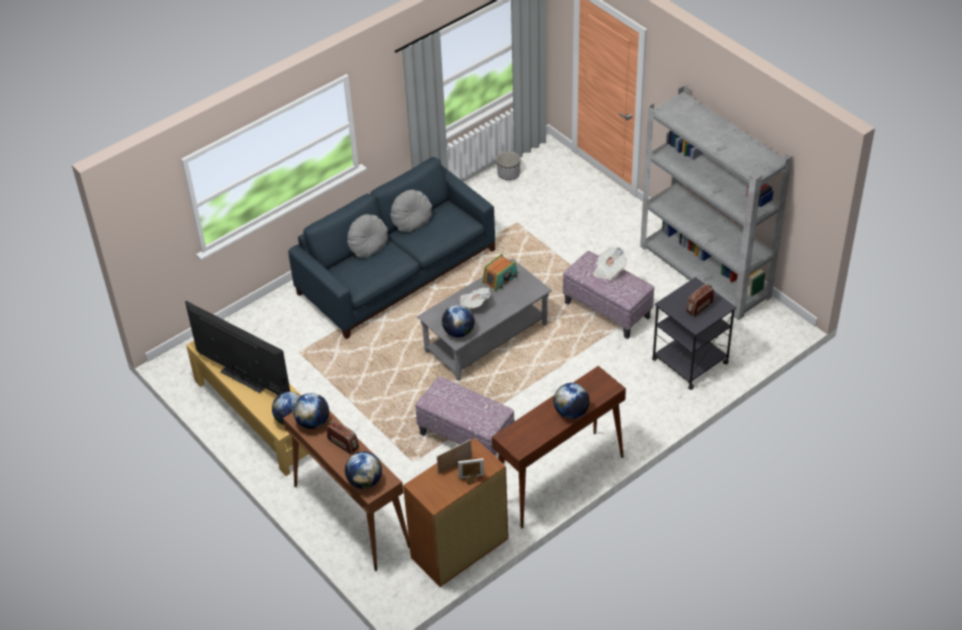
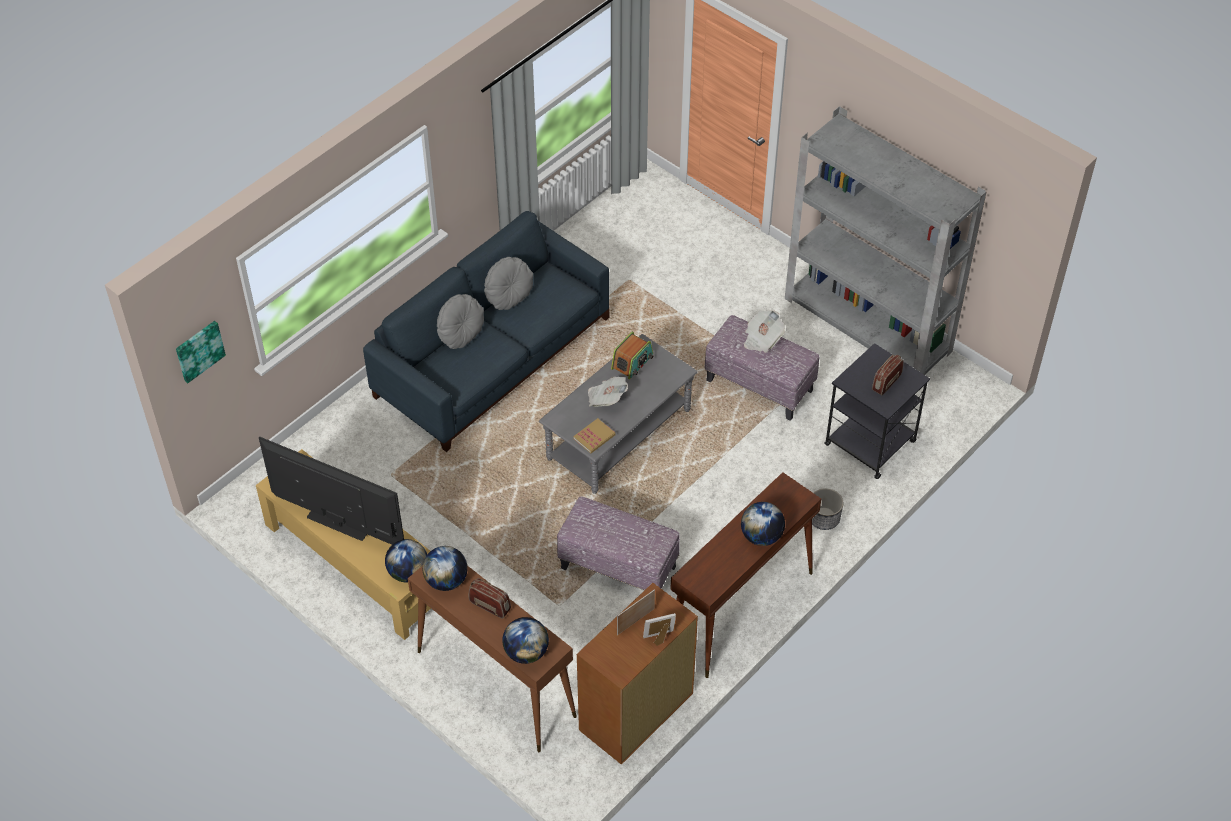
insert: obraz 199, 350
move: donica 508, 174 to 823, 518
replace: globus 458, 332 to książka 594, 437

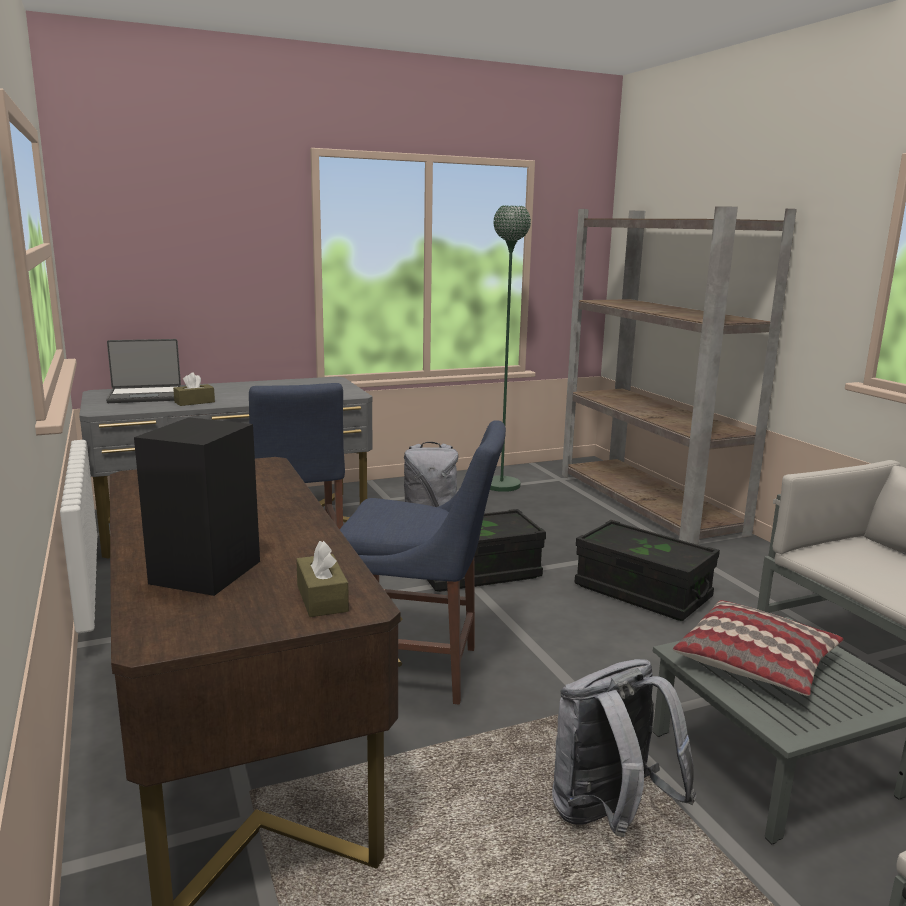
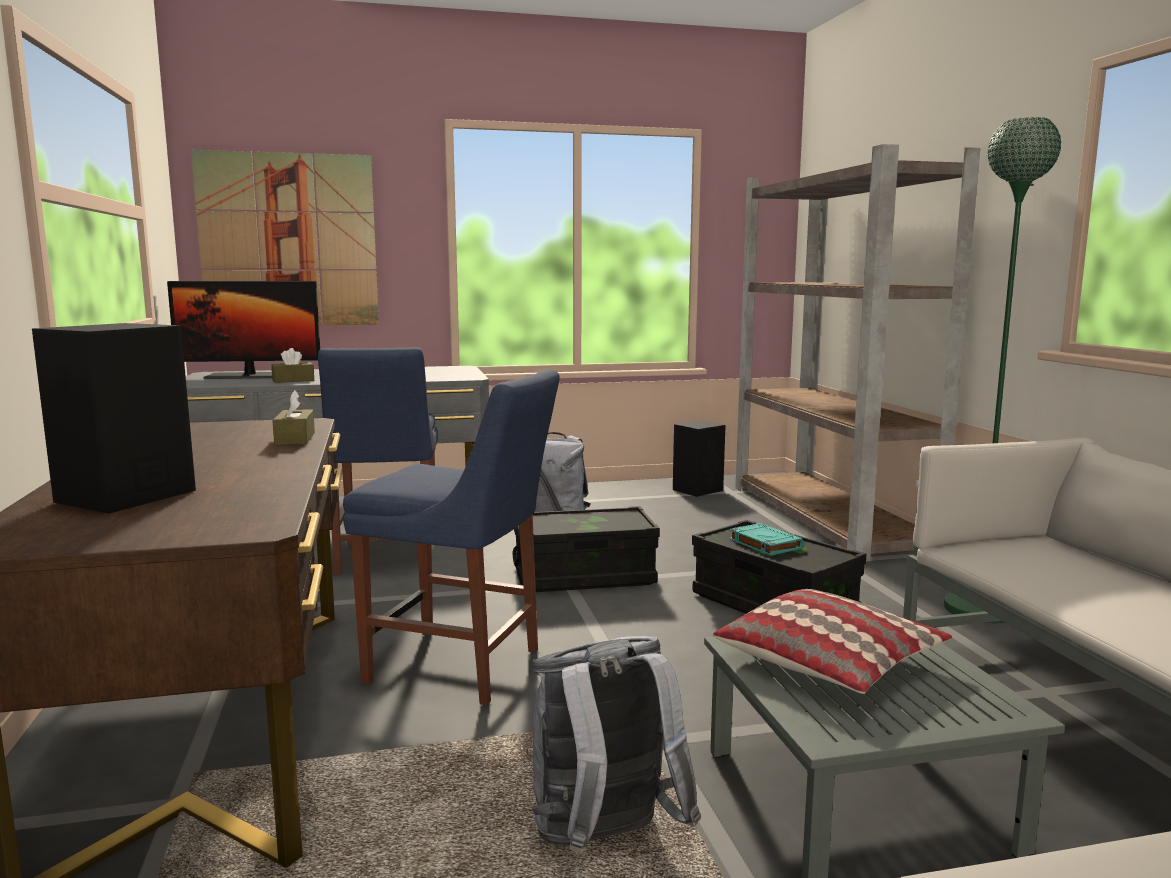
insert: obraz 288, 240; głośnik [czarny] 698, 490; książka [turkusowy] 764, 544
move: pudełko chusteczek [brązowy] 322, 598 to 295, 439; lampa stojąca [zielony] 502, 485 to 979, 610
replace: laptop 145, 396 to monitor 249, 376

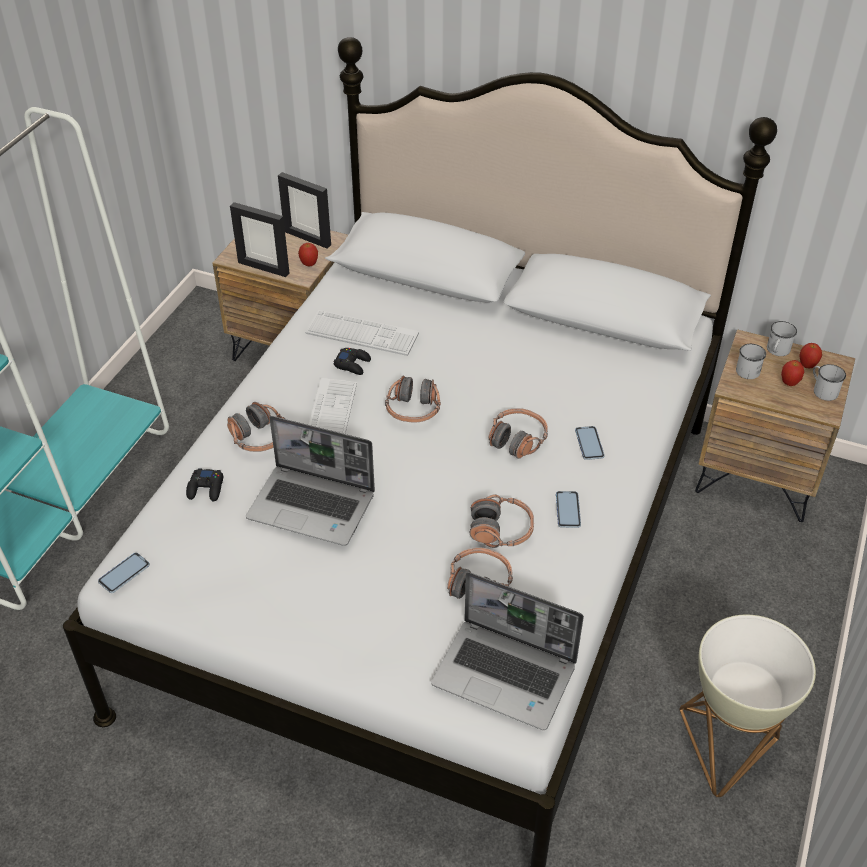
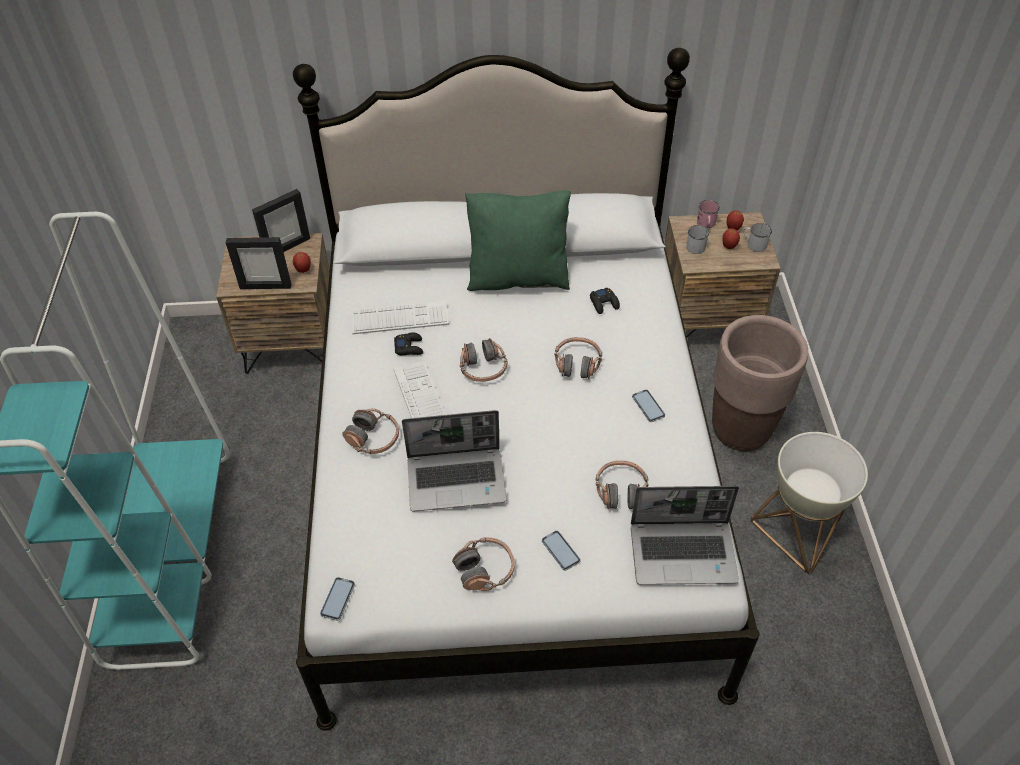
insert: poduszka [zielony] 518, 277; donica [brązowy] 741, 430
move: pad do gier [czarny] 206, 488 to 604, 303; słuchawki 501, 530 to 485, 570; telefon 589, 444 to 560, 551
recolor: kubek [biały] 777, 351 to kubek [różowy] 706, 224
rotate: ramka na zdjęcie 308, 237 = 287, 246 45 degrees counterclockwise

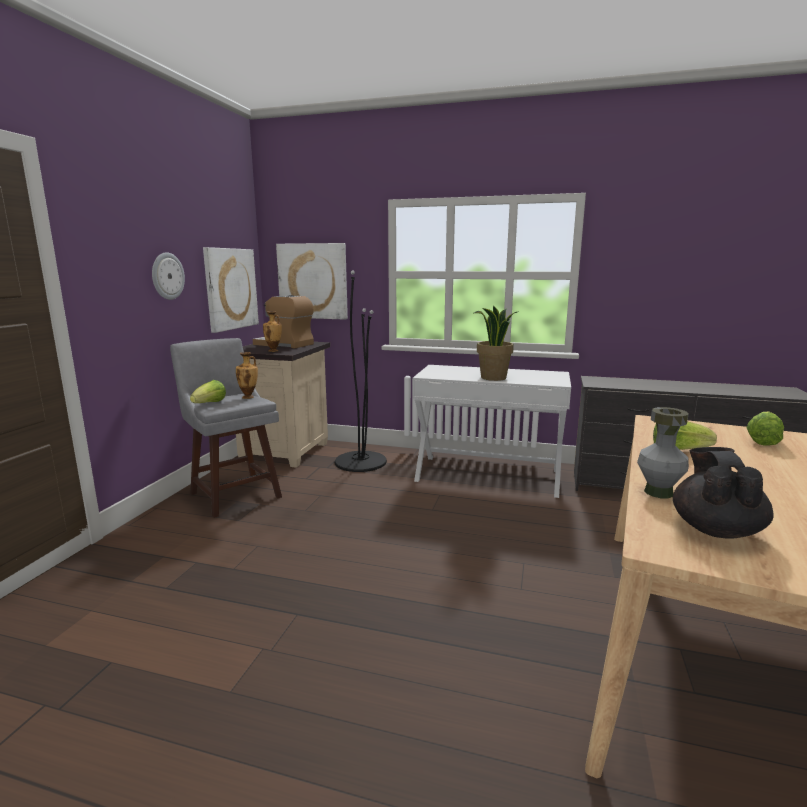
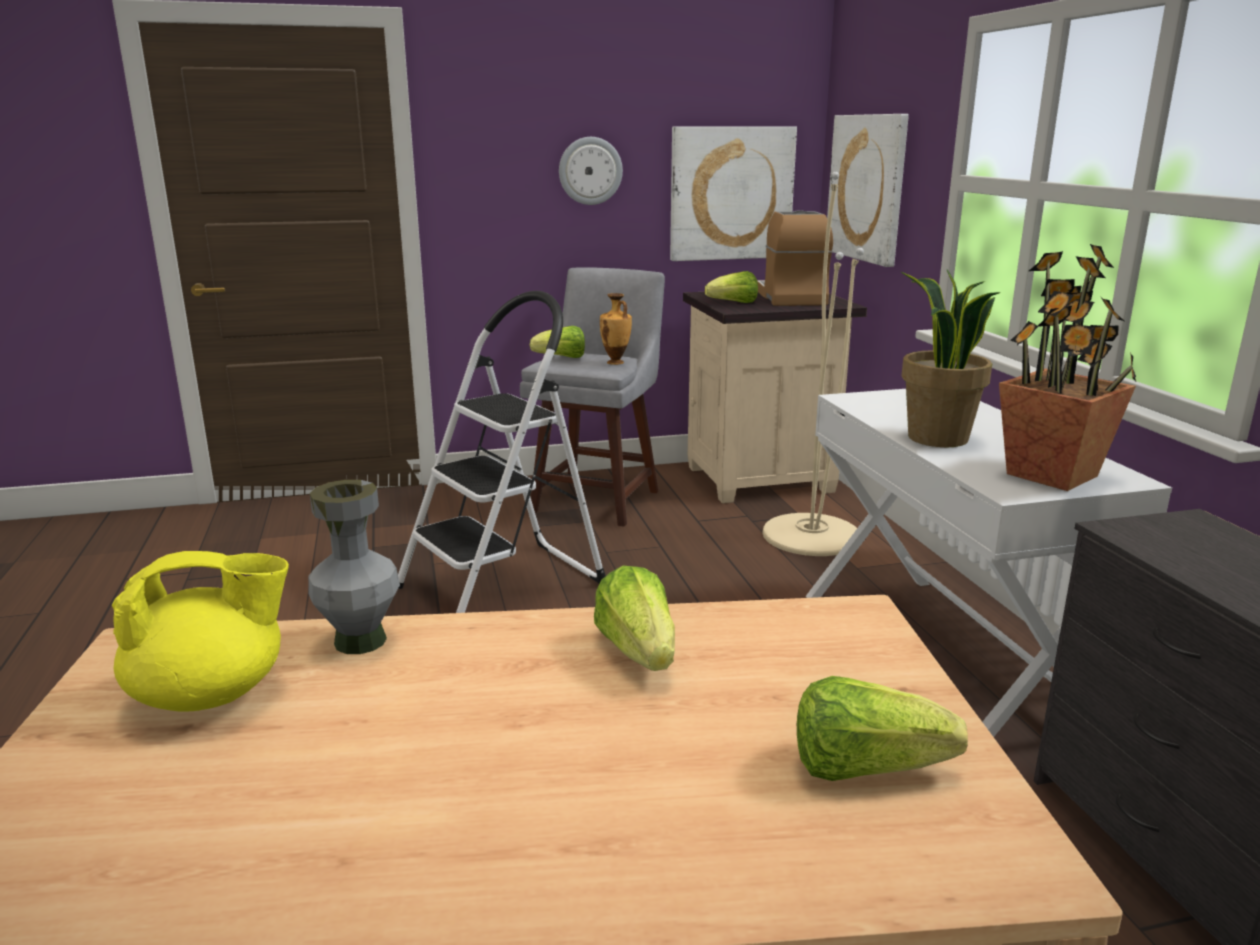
insert: drabinka 507, 586; roślina doniczkowa 1051, 475
replace: wazon 273, 351 to sałata 734, 303
recolor: lampa stojąca [czarny] 360, 461 to lampa stojąca [beżowy] 811, 535; imbryk [czarny] 715, 529 to imbryk [żółty] 212, 694

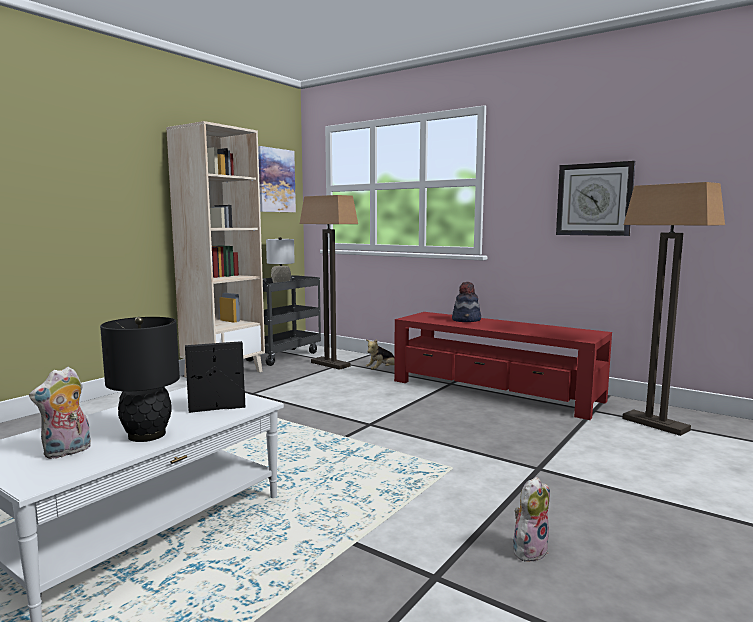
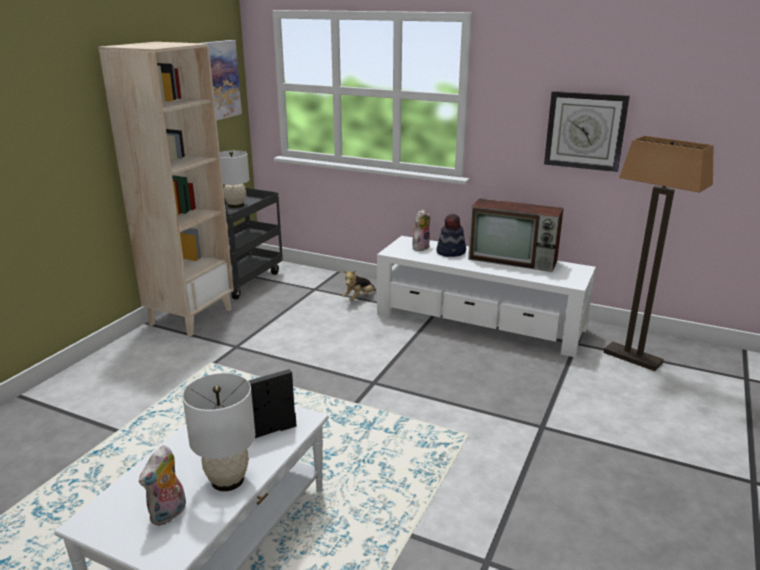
delete: lampa stojąca 330, 364
insert: telewizor 514, 260
move: pluszak 529, 550 to 420, 247
recolor: lampa stołowa [czarny] 146, 435 to lampa stołowa [biały] 227, 480; szafka pod telewizor [czerwony] 493, 391 to szafka pod telewizor [biały] 479, 322

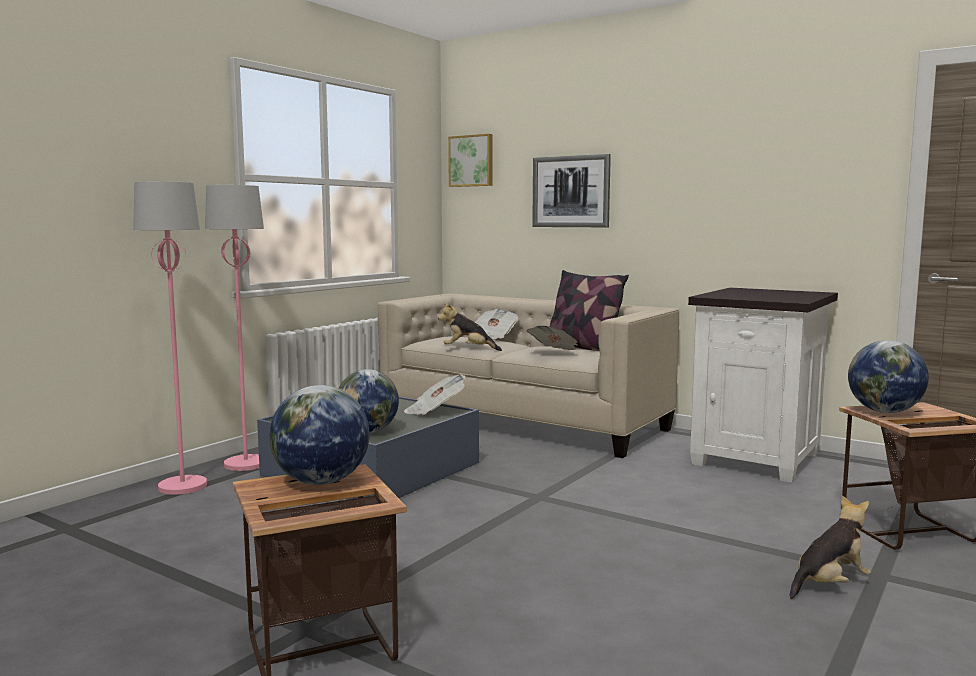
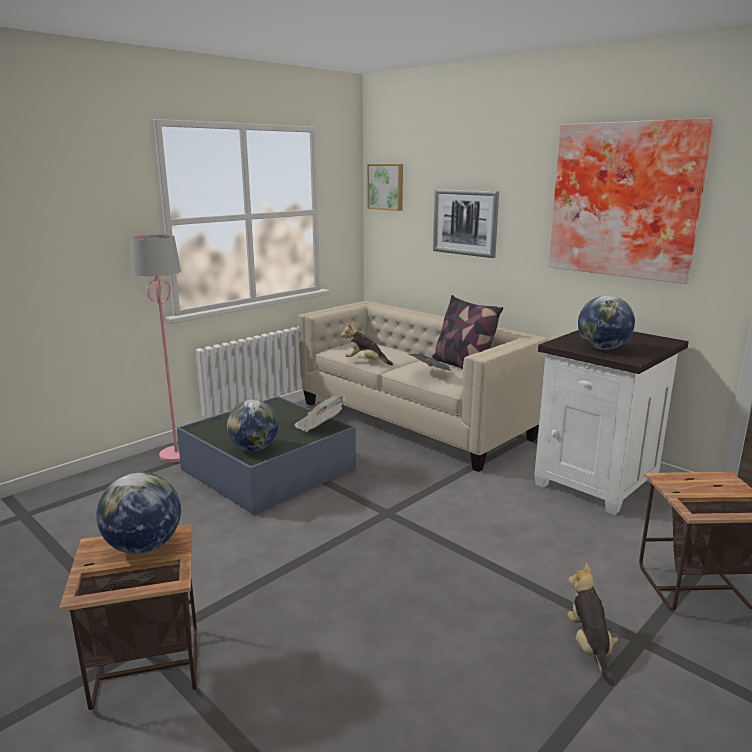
delete: lampa stojąca [różowy] 182, 486; gazeta 493, 337
insert: obraz 625, 200
move: globus 884, 412 to 602, 348
rotate: pluszak 829, 584 = 589, 646 75 degrees counterclockwise

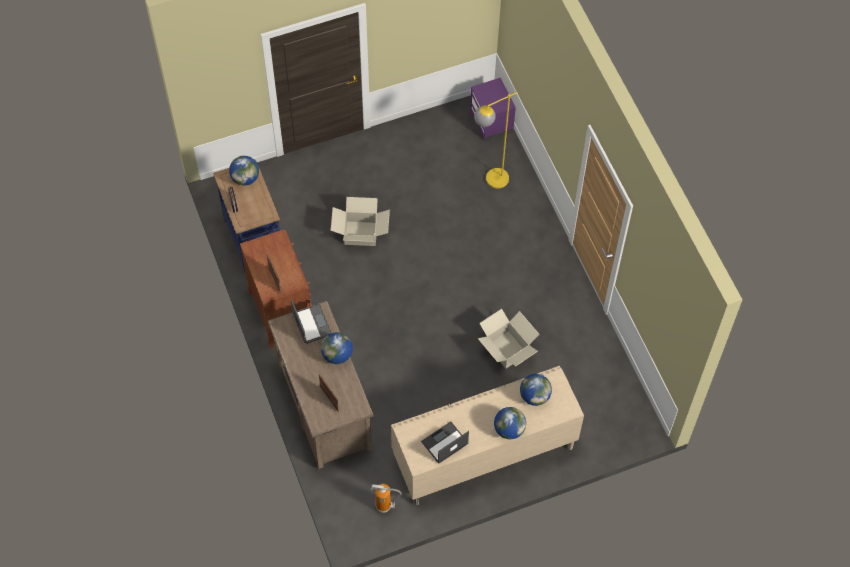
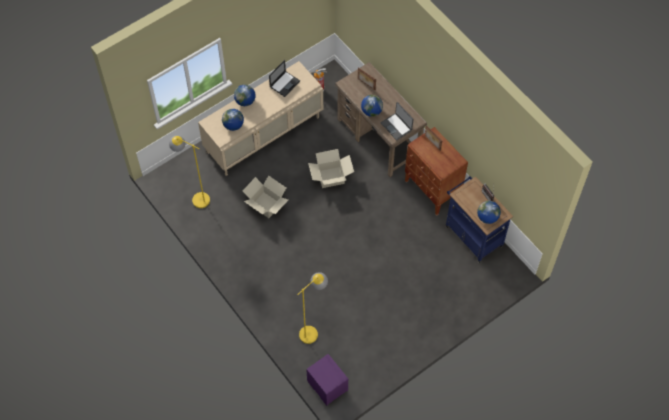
insert: lampa stojąca [żółty] 195, 197
move: karton 360, 233 to 331, 177

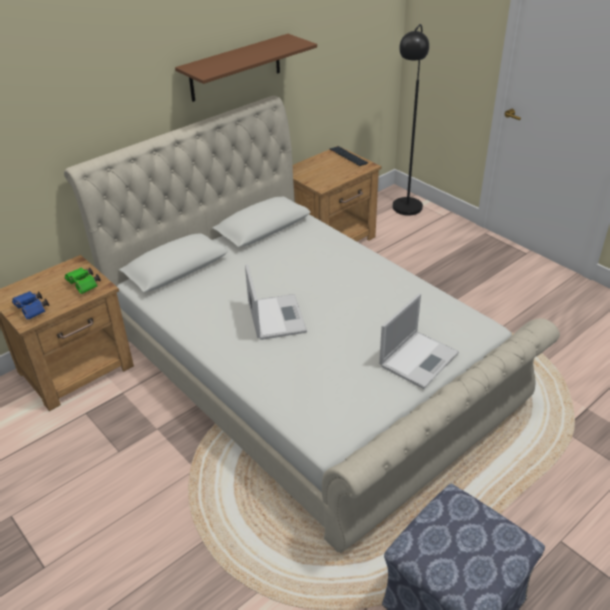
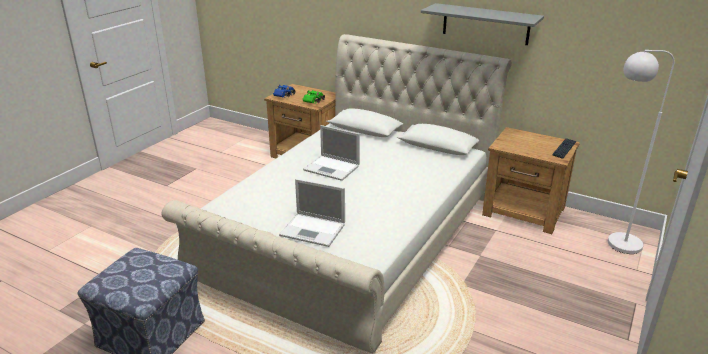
recolor: półka [brązowy] 235, 68 to półka [szary] 485, 24; lampa stojąca [czarny] 405, 212 to lampa stojąca [biały] 614, 244
rotate: laptop 276, 316 = 332, 168 60 degrees clockwise

